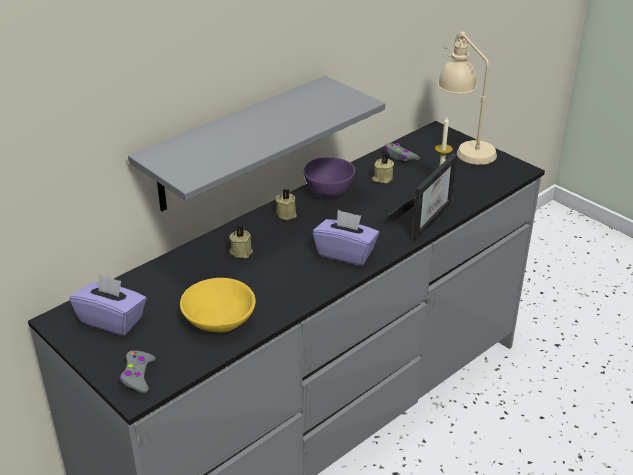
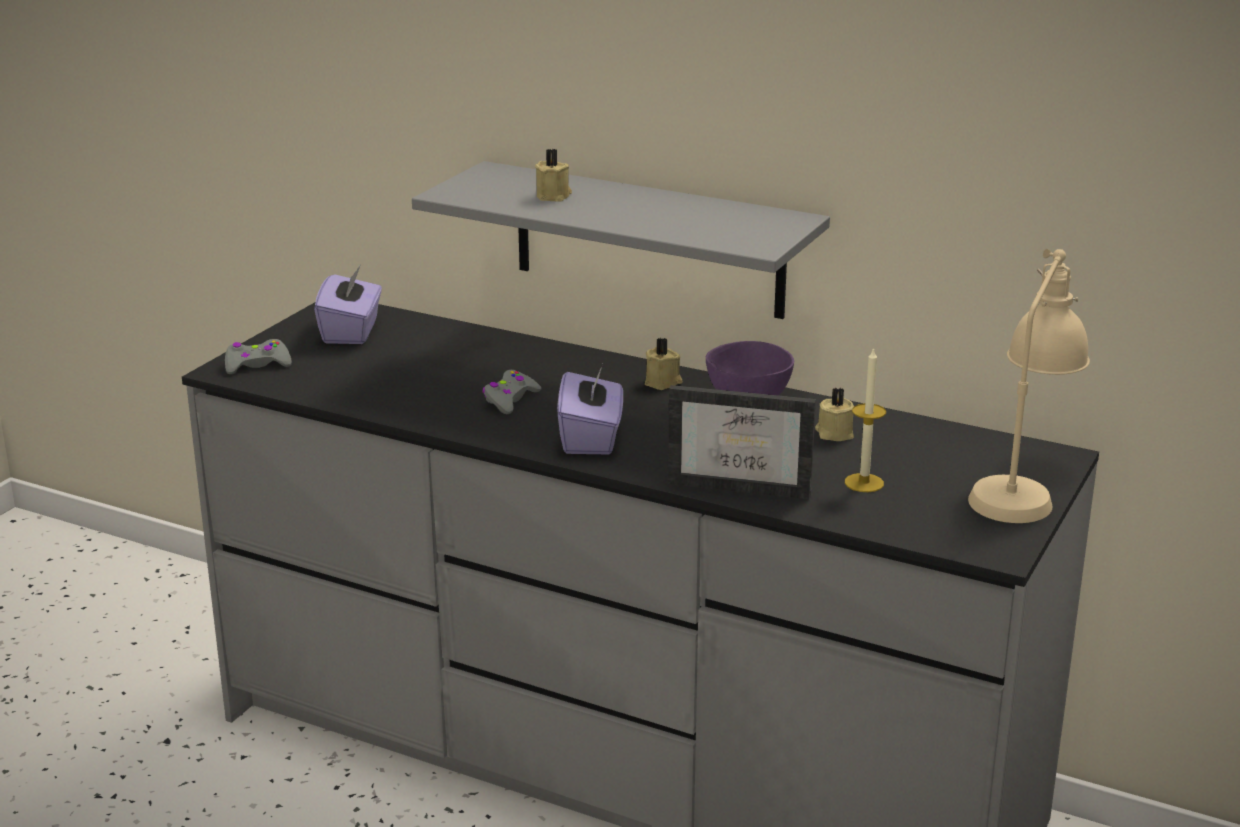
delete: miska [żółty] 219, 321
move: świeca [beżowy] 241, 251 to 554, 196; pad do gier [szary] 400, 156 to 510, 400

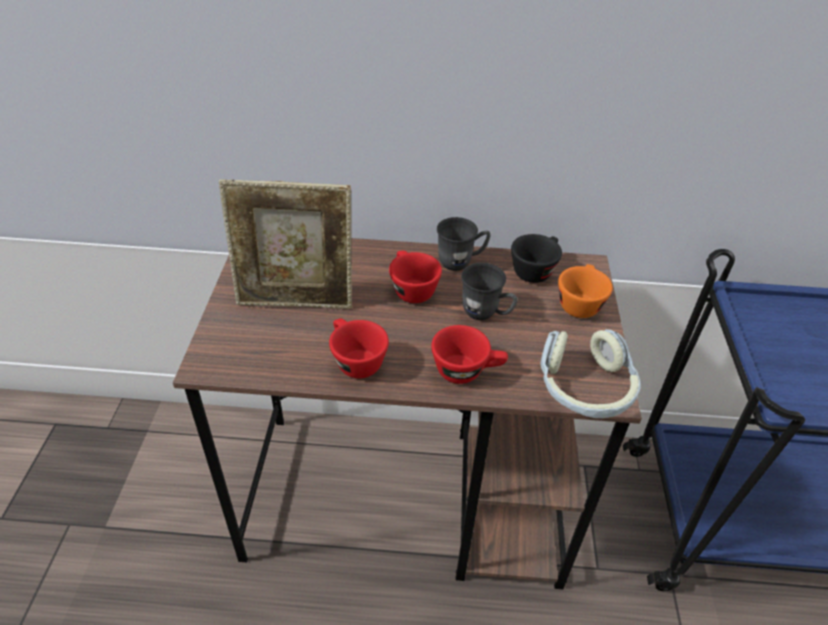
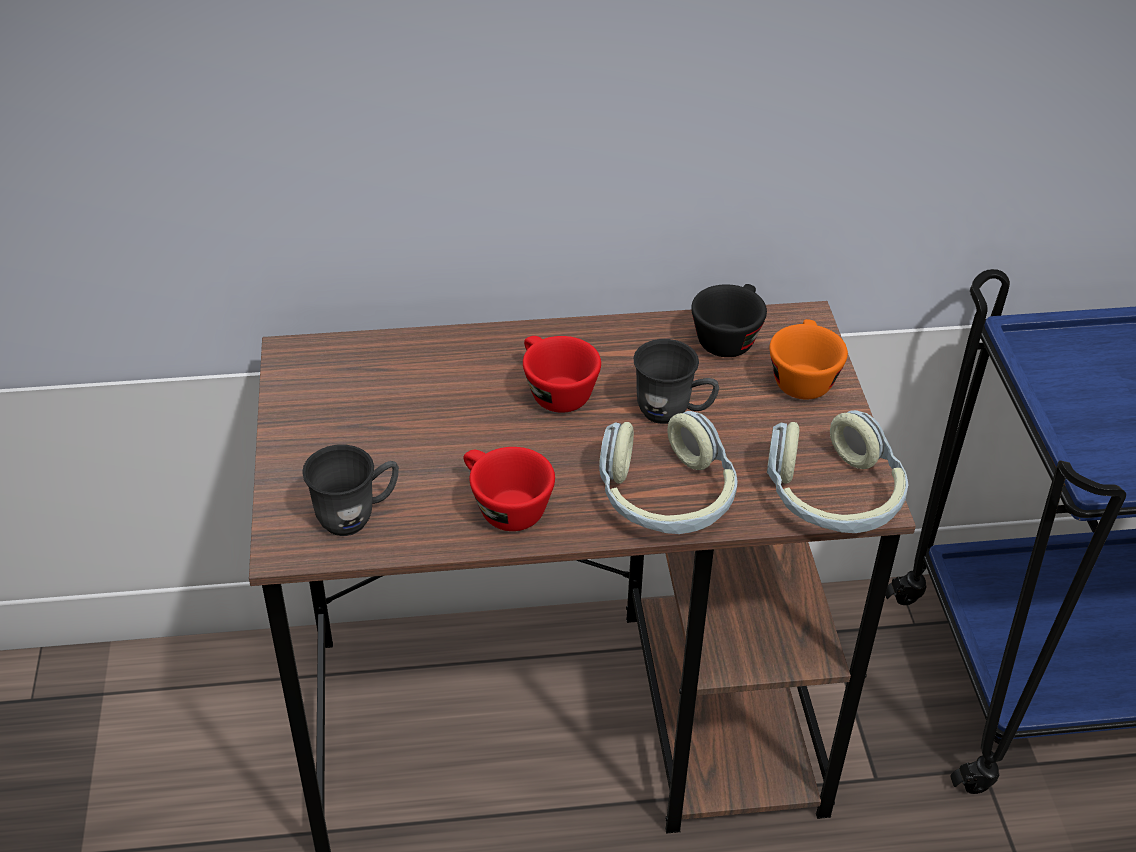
delete: ramka na zdjęcie 296, 302
move: kubek [szary] 461, 262 to 357, 516
replace: filiżanka [czerwony] 467, 370 to słuchawki 666, 497

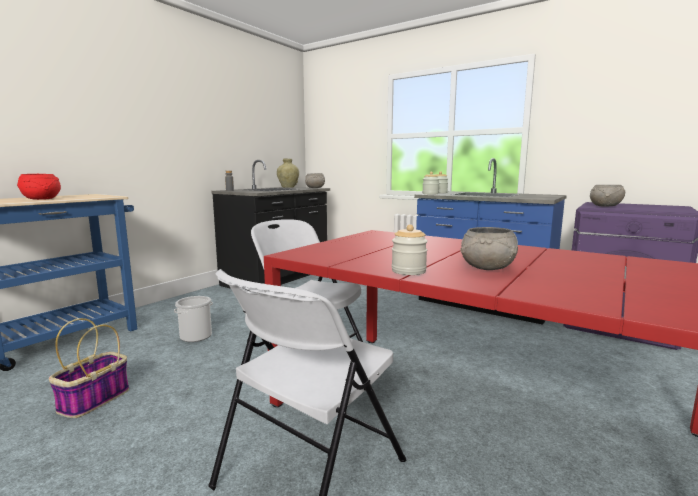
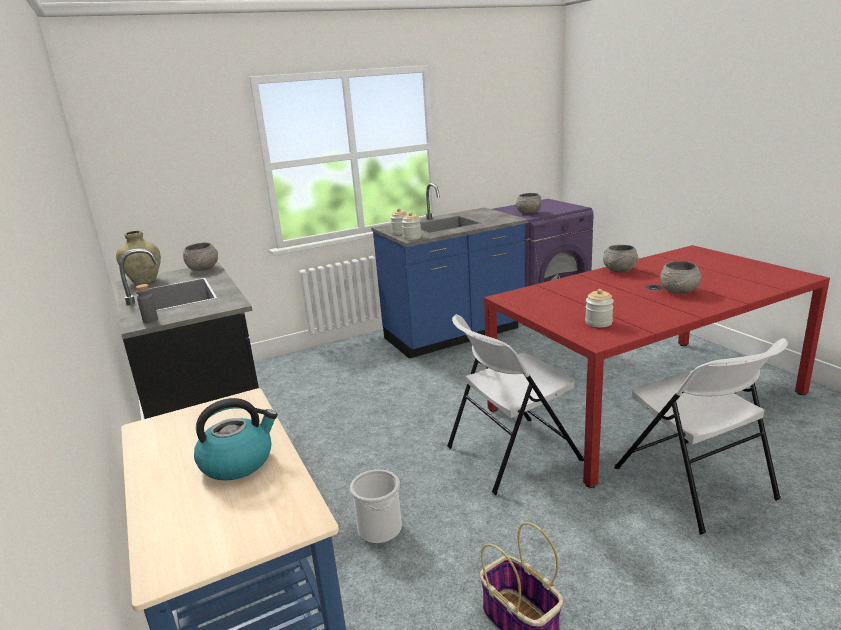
insert: miska [szary] 619, 271
move: słoik 408, 271 to 598, 322
replace: miska [czerwony] 42, 199 to czajnik 238, 462

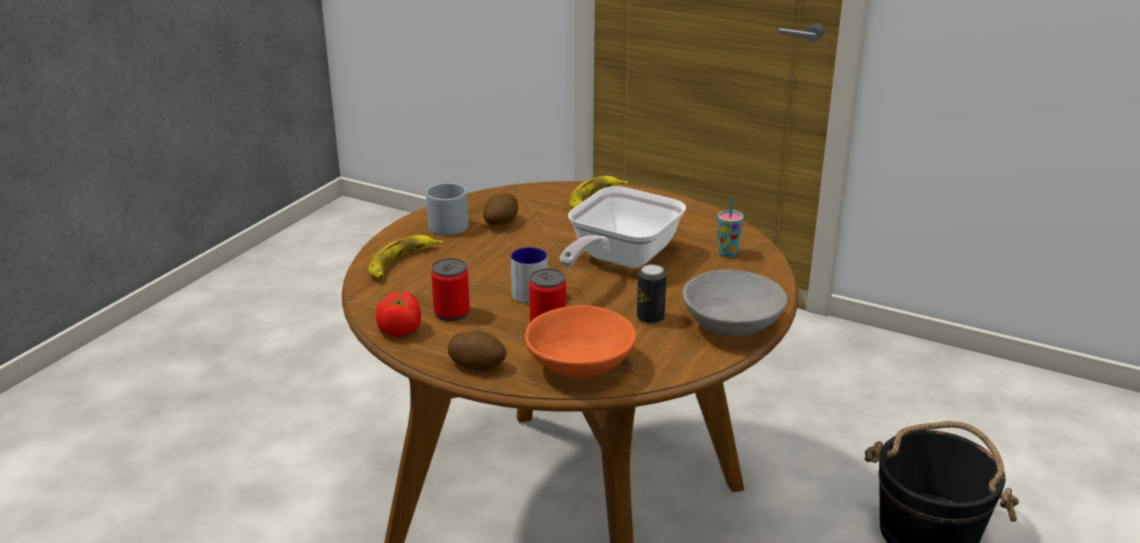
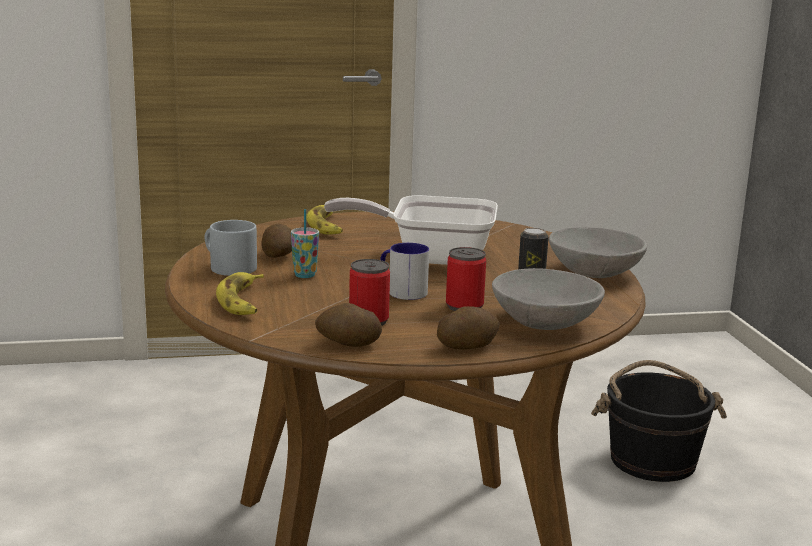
move: filiżanka 727, 253 to 305, 275
replace: pomidor 400, 330 to ziemniak 348, 344
recolor: miska [pomarańczowy] 579, 365 to miska [szary] 544, 323
rotate: patelnia 618, 260 = 431, 257 105 degrees clockwise

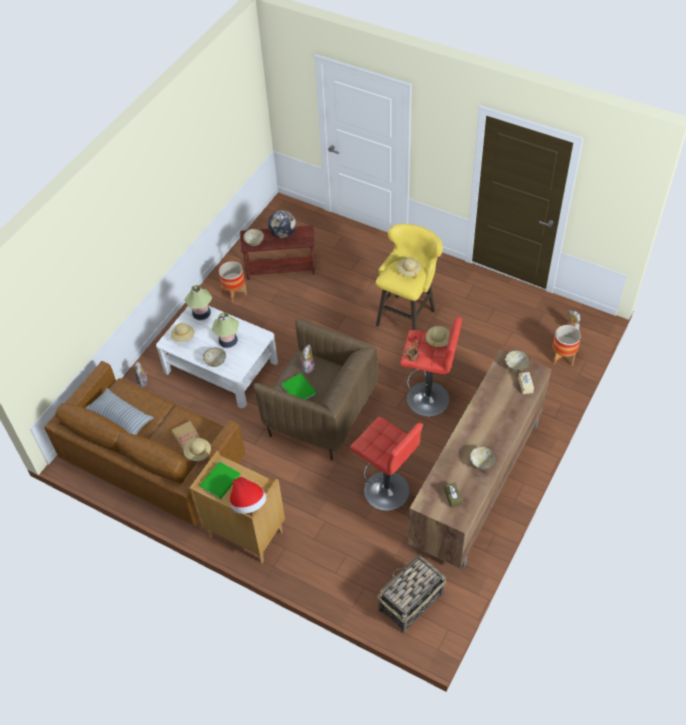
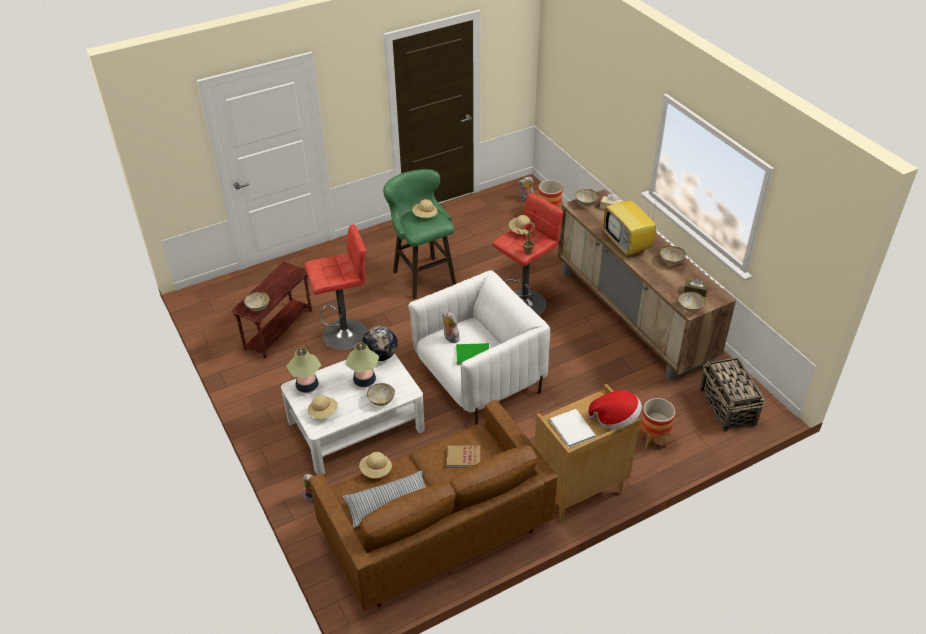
insert: telewizor 628, 245; miska 689, 308
move: kapelusz [beżowy] 198, 453 to 376, 471; donica 234, 293 to 653, 439; globus 283, 234 to 381, 355; stołek [czerwony] 386, 491 to 345, 334
recolor: książka [zielony] 221, 480 to książka [biały] 572, 428; fotel [brązowy] 319, 412 to fotel [biały] 478, 377; stołek [żółty] 407, 316 to stołek [zielony] 422, 276

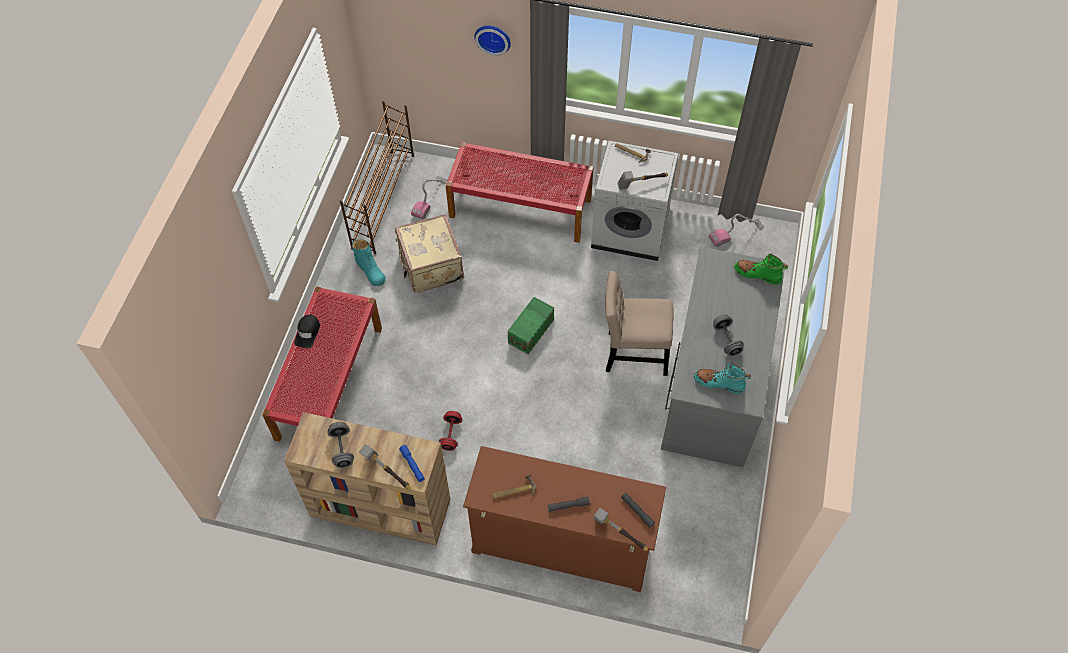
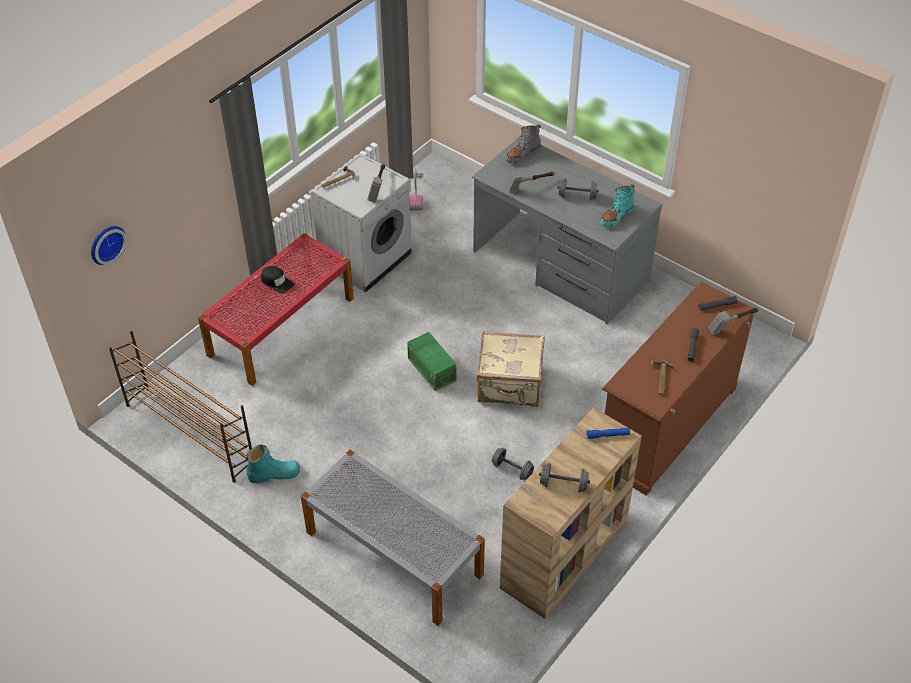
delete: odkurzacz 429, 198; krzesło [beżowy] 633, 354
move: czapka z daszkiem [czarny] 307, 333 to 276, 282; młotek 386, 471 to 529, 186; walizka [beżowy] 430, 266 to 510, 385; zegar ścienny 493, 37 to 105, 243
recolor: ławka [czerwony] 329, 382 to ławka [szary] 393, 554; hantel [czerwony] 451, 434 to hantel [szary] 512, 470; but z cholewką [zielony] 757, 274 to but z cholewką [szary] 522, 154

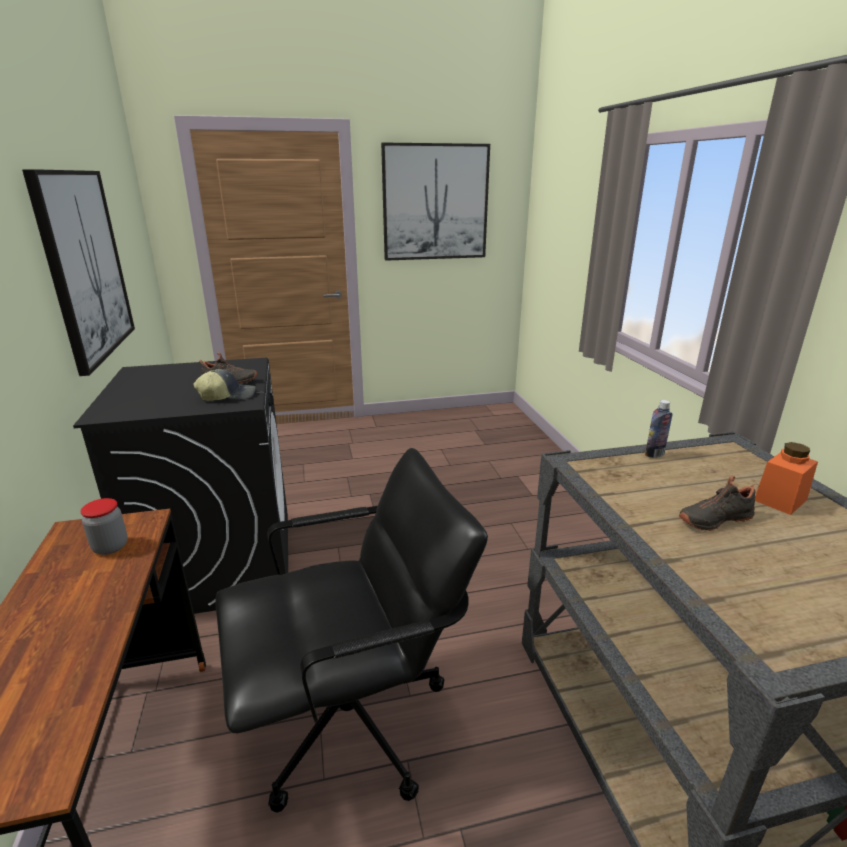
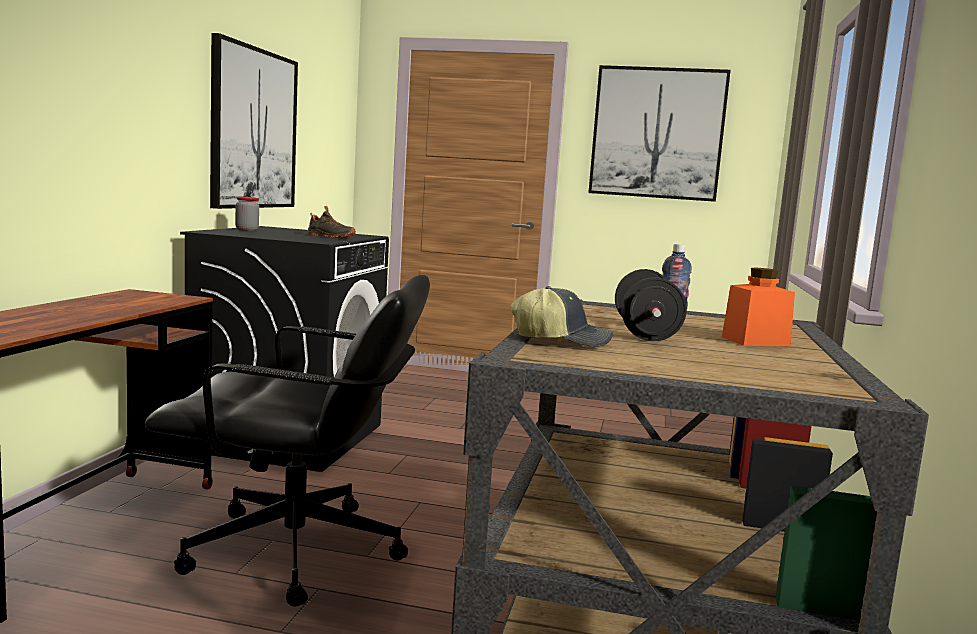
move: słoik 110, 547 to 247, 230; czapka z daszkiem 227, 396 to 562, 339
replace: but [czarny] 713, 518 to hantel [czarny] 645, 333

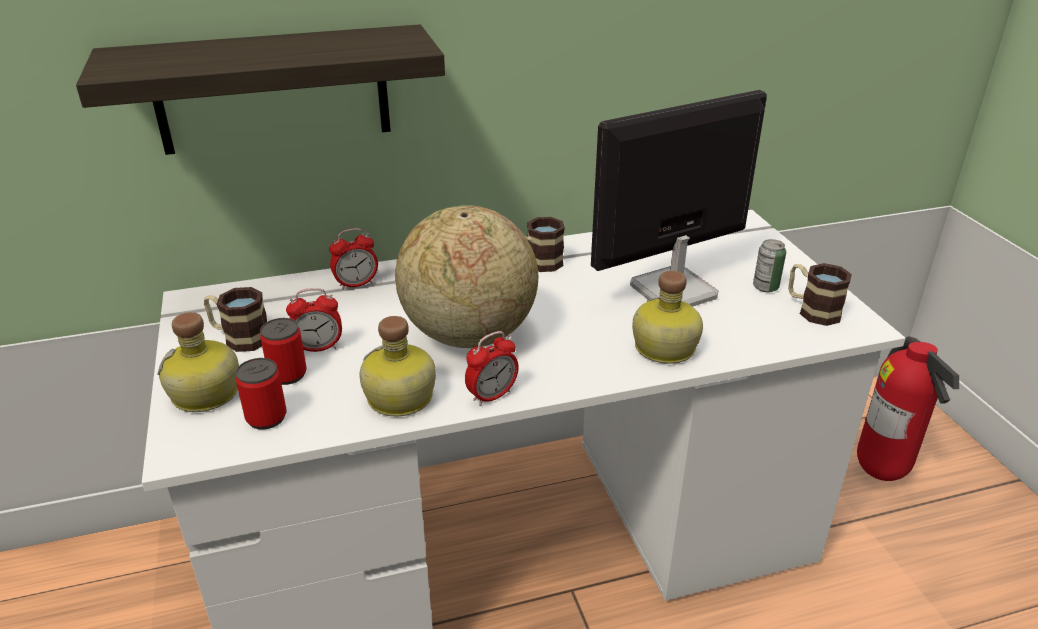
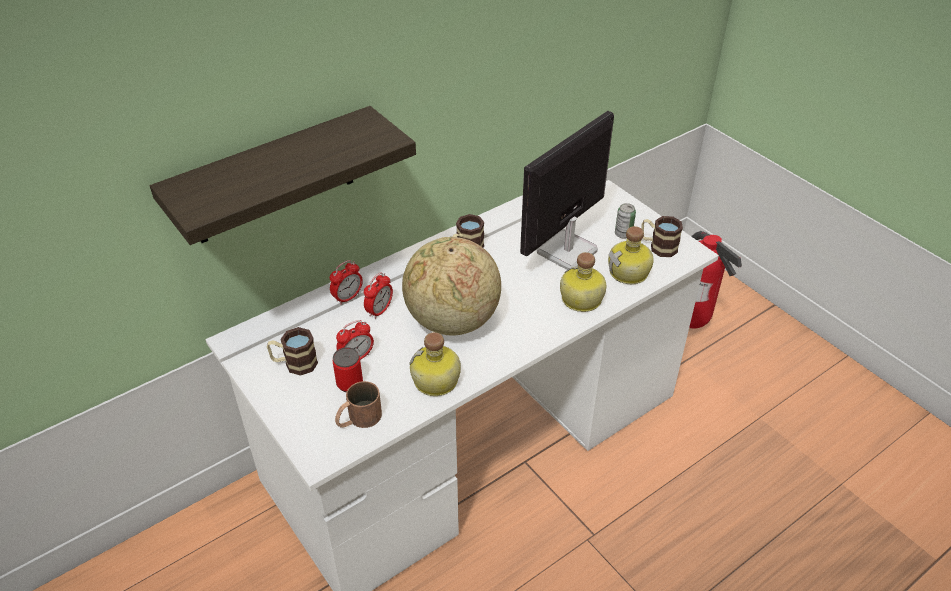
move: butelka 206, 394 to 630, 273; budzik 492, 396 to 379, 311
replace: puszka 266, 417 to kubek [brązowy] 358, 419

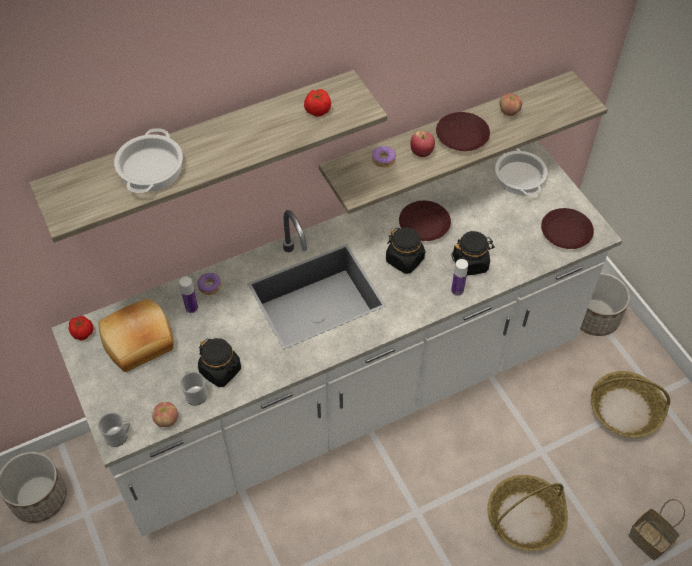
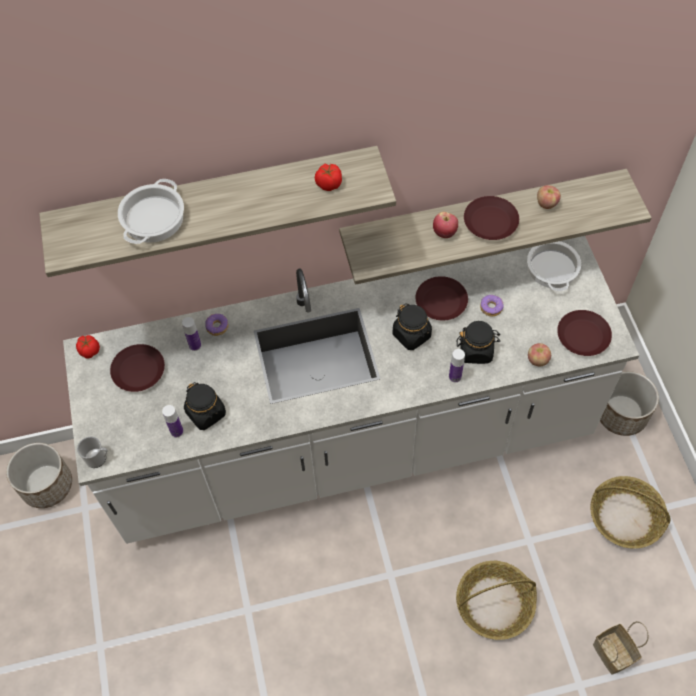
move: jabłko 166, 420 to 537, 360; donut 383, 159 to 491, 307
replace: chleb 139, 343 to talerz [brązowy] 138, 371; kubek 195, 394 to butelka 177, 431

